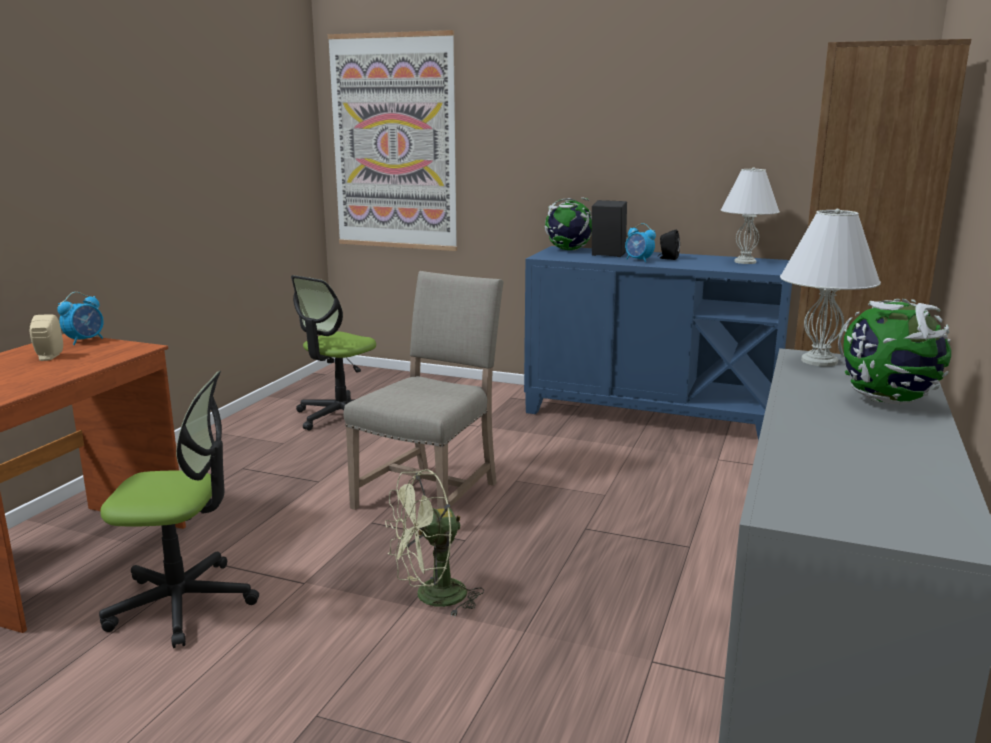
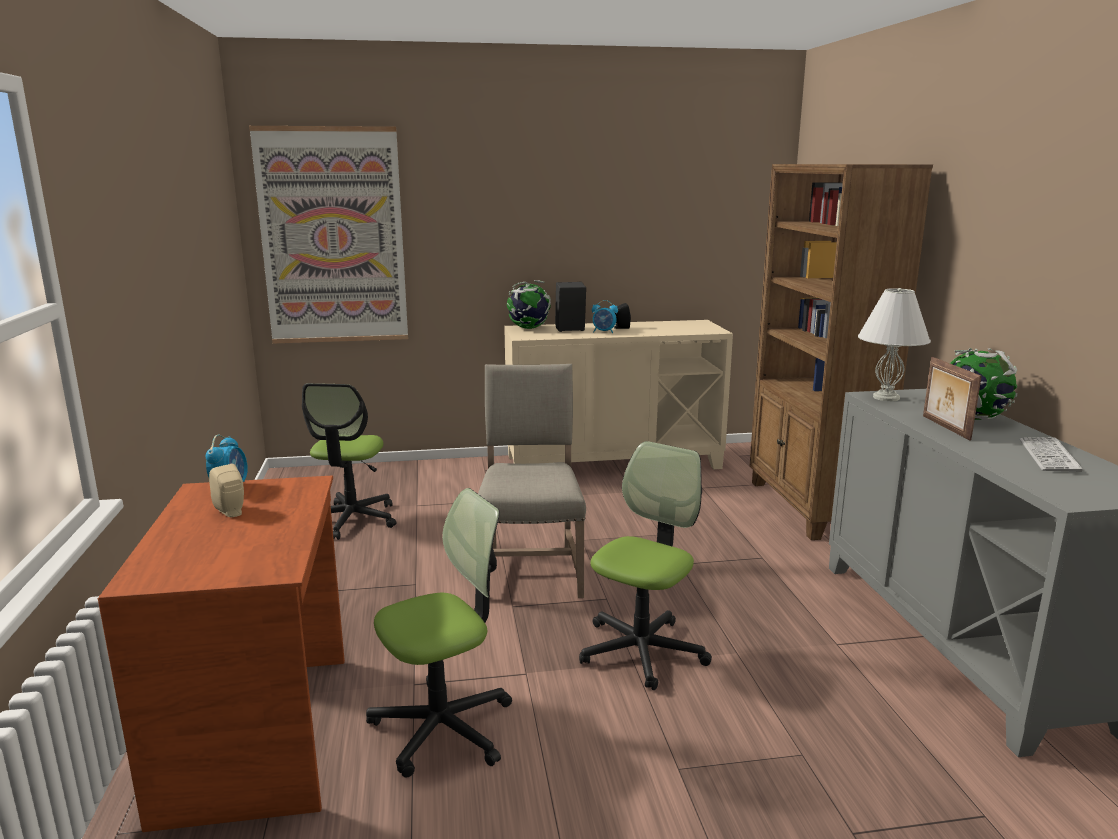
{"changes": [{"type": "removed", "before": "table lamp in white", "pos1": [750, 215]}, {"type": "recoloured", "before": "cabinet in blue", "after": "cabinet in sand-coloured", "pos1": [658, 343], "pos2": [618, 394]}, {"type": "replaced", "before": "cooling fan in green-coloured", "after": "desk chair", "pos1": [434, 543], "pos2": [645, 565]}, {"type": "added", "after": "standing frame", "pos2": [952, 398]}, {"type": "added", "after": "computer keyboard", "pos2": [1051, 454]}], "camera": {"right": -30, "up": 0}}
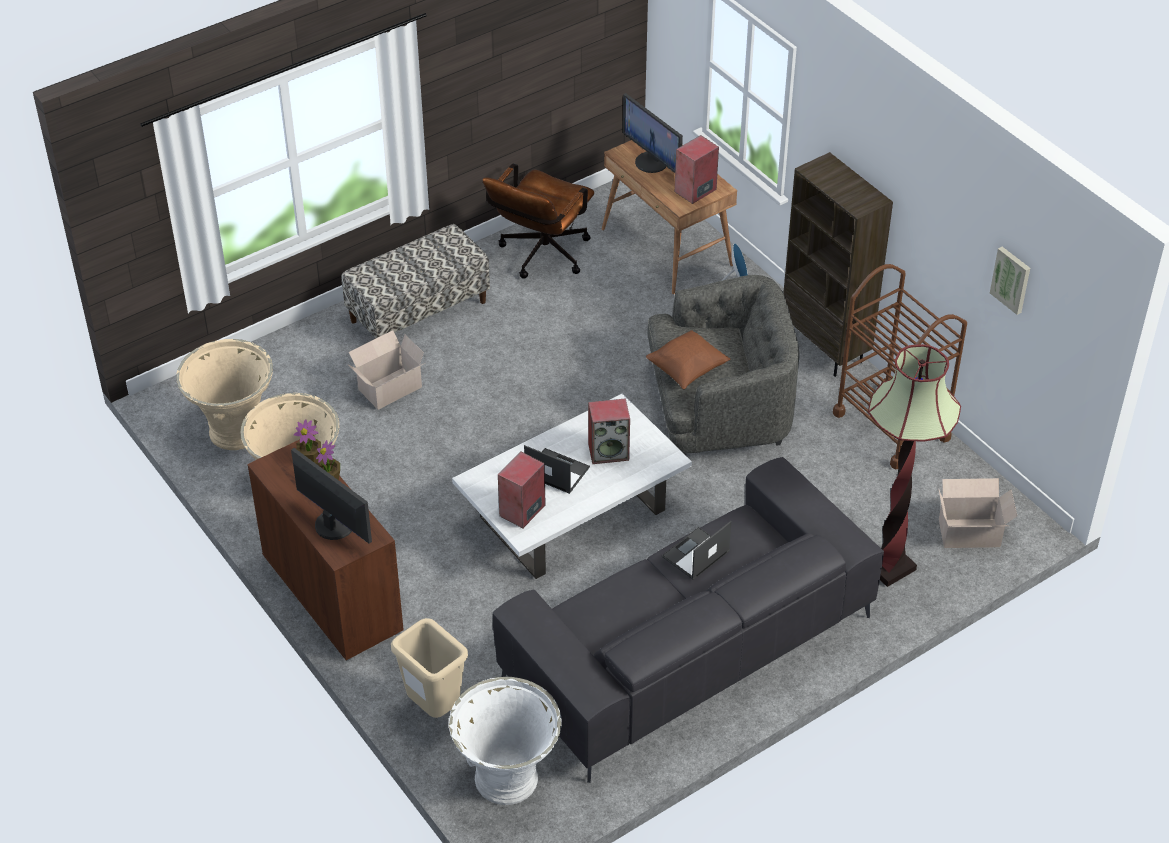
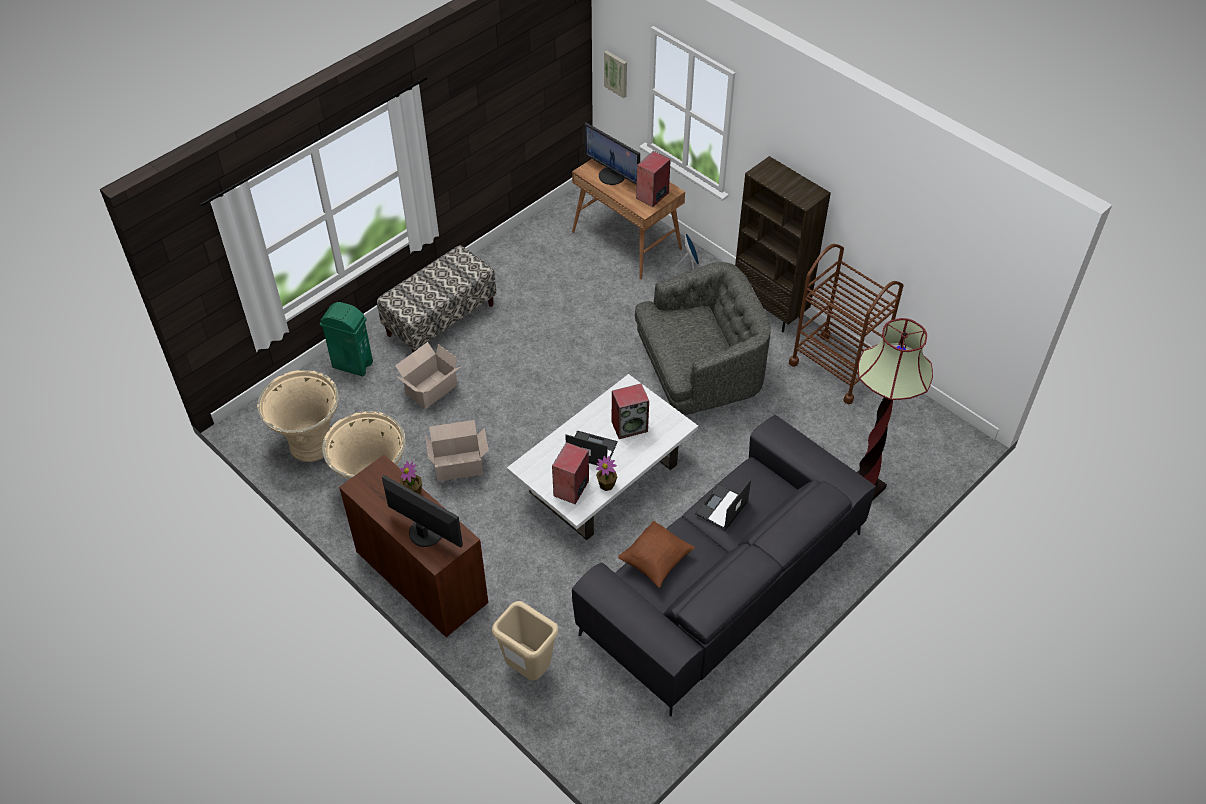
{"changes": [{"type": "removed", "before": "desk chair in brown", "pos1": [538, 221]}, {"type": "moved", "before": "wall picture", "pos1": [1010, 281], "pos2": [615, 74]}, {"type": "moved", "before": "throw pillow in brown", "pos1": [688, 359], "pos2": [656, 554]}, {"type": "moved", "before": "houseplant", "pos1": [307, 441], "pos2": [606, 473]}, {"type": "moved", "before": "packing box", "pos1": [978, 513], "pos2": [457, 450]}, {"type": "removed", "before": "plant pot in white", "pos1": [505, 741]}, {"type": "added", "after": "trash can in green-coloured", "pos2": [346, 339]}], "camera": {"right": -10, "up": 5}}
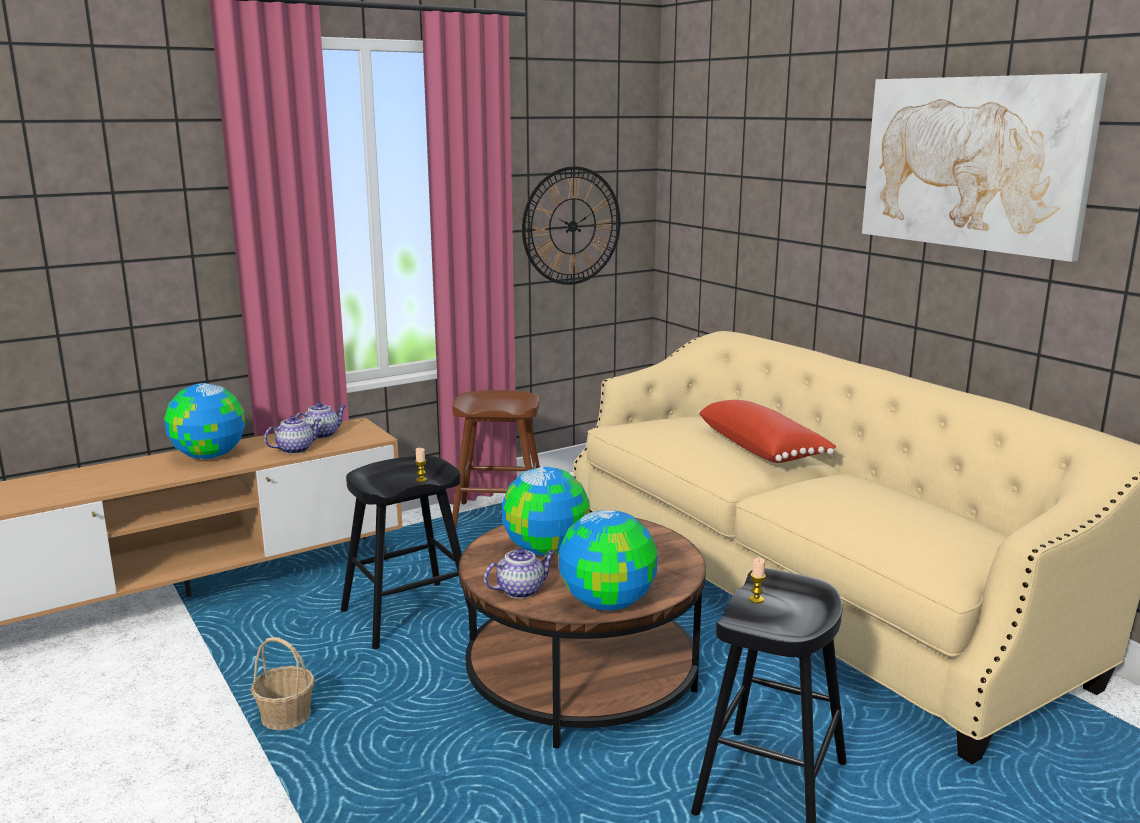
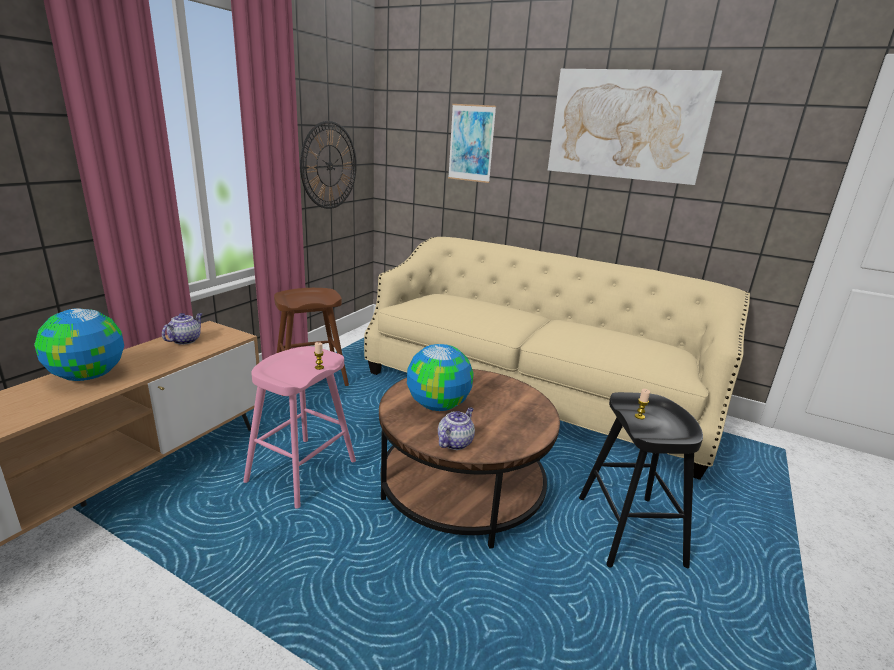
{"changes": [{"type": "removed", "before": "throw pillow in reddish", "pos1": [767, 431]}, {"type": "removed", "before": "tea pot", "pos1": [293, 434]}, {"type": "recoloured", "before": "stool in black-coloured", "after": "stool in pink", "pos1": [409, 552], "pos2": [299, 427]}, {"type": "removed", "before": "world globe", "pos1": [608, 560]}, {"type": "removed", "before": "basket", "pos1": [283, 683]}, {"type": "added", "after": "wall picture", "pos2": [472, 143]}], "camera": {"right": -30, "up": 5}}
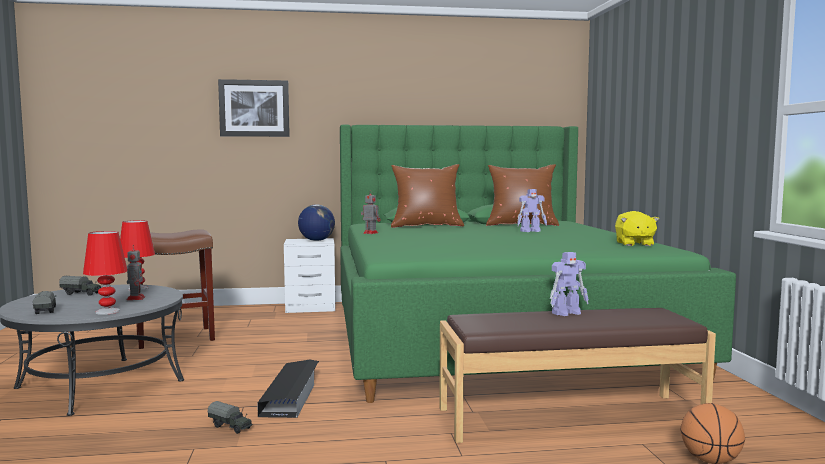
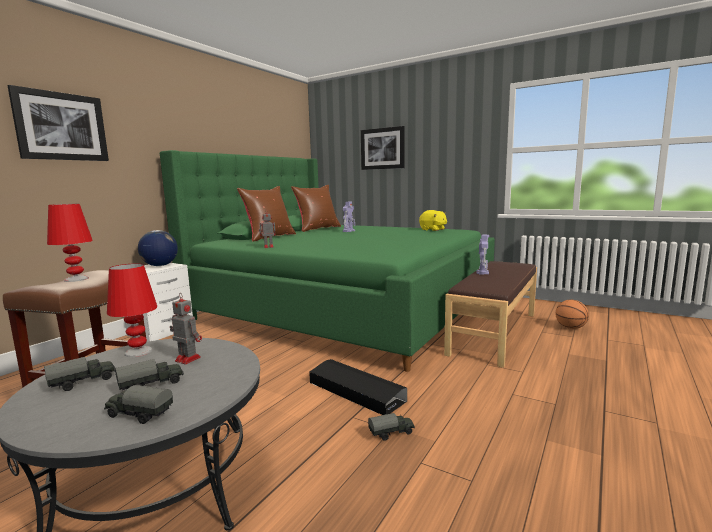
{"changes": [{"type": "moved", "before": "table lamp in reddish", "pos1": [105, 273], "pos2": [70, 243]}, {"type": "added", "after": "wall picture", "pos2": [383, 148]}, {"type": "added", "after": "toy truck", "pos2": [149, 374]}], "camera": {"right": -50, "up": 5}}
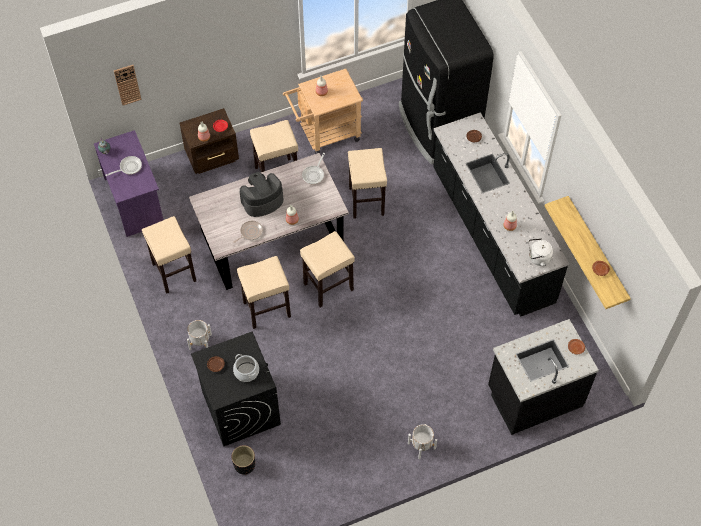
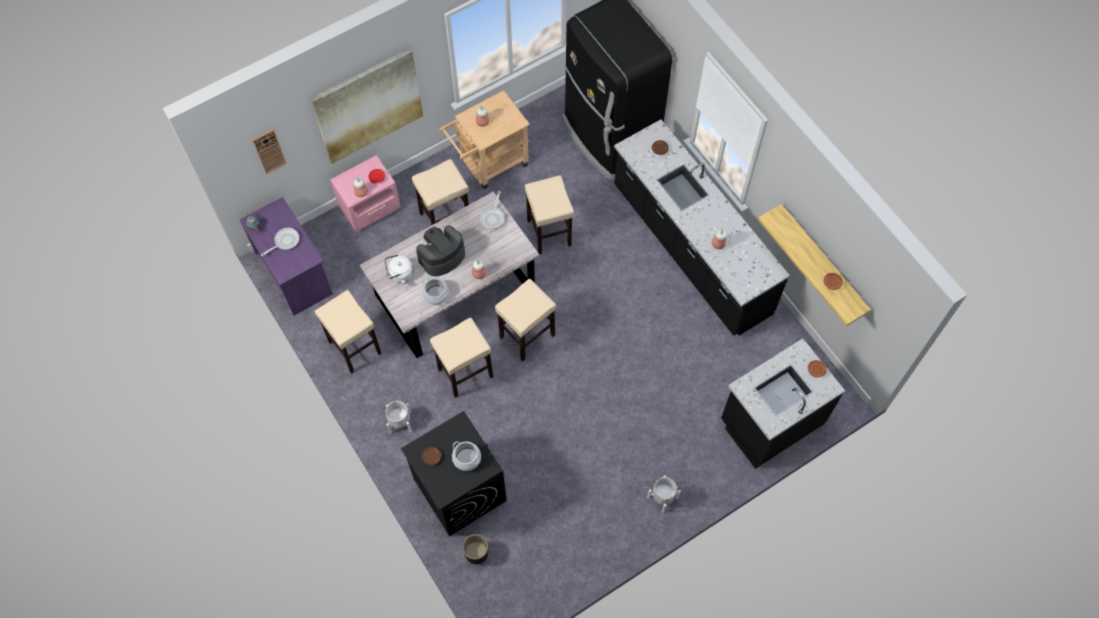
{"changes": [{"type": "recoloured", "before": "nightstand in brown", "after": "nightstand in pink", "pos1": [209, 141], "pos2": [365, 193]}, {"type": "replaced", "before": "frying pan", "after": "saucepot", "pos1": [248, 231], "pos2": [435, 291]}, {"type": "moved", "before": "water kettle in white", "pos1": [540, 252], "pos2": [399, 269]}, {"type": "added", "after": "wall picture", "pos2": [367, 106]}], "camera": {"right": -10, "up": 5}}
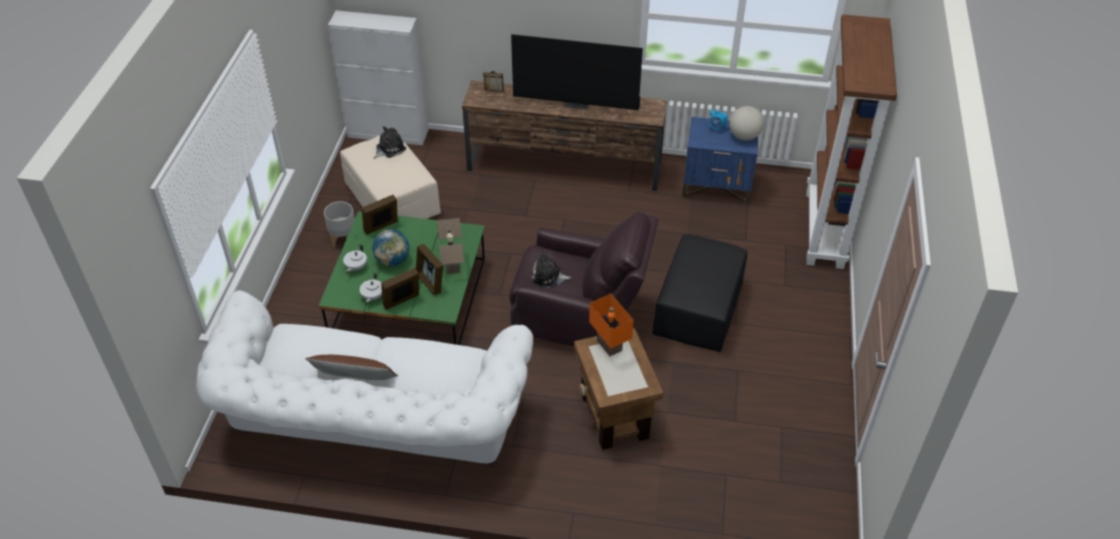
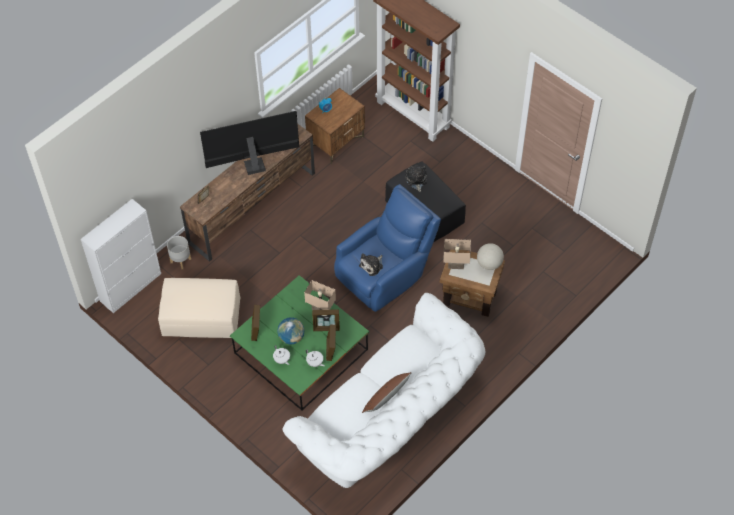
{"changes": [{"type": "turned", "before": "TV set", "pos1": [577, 72], "pos2": [249, 143], "turn": -150}, {"type": "moved", "before": "world globe", "pos1": [746, 123], "pos2": [490, 256]}, {"type": "recoloured", "before": "nightstand in blue", "after": "nightstand in brown", "pos1": [720, 161], "pos2": [335, 126]}, {"type": "moved", "before": "soft toy", "pos1": [390, 142], "pos2": [416, 178]}, {"type": "moved", "before": "plant pot in greyish", "pos1": [339, 224], "pos2": [179, 252]}, {"type": "recoloured", "before": "armchair in brown", "after": "armchair in blue", "pos1": [584, 279], "pos2": [387, 248]}, {"type": "recoloured", "before": "table lamp in orange-coloured", "after": "table lamp in sand-coloured", "pos1": [611, 324], "pos2": [457, 254]}], "camera": {"right": -55, "up": 10}}
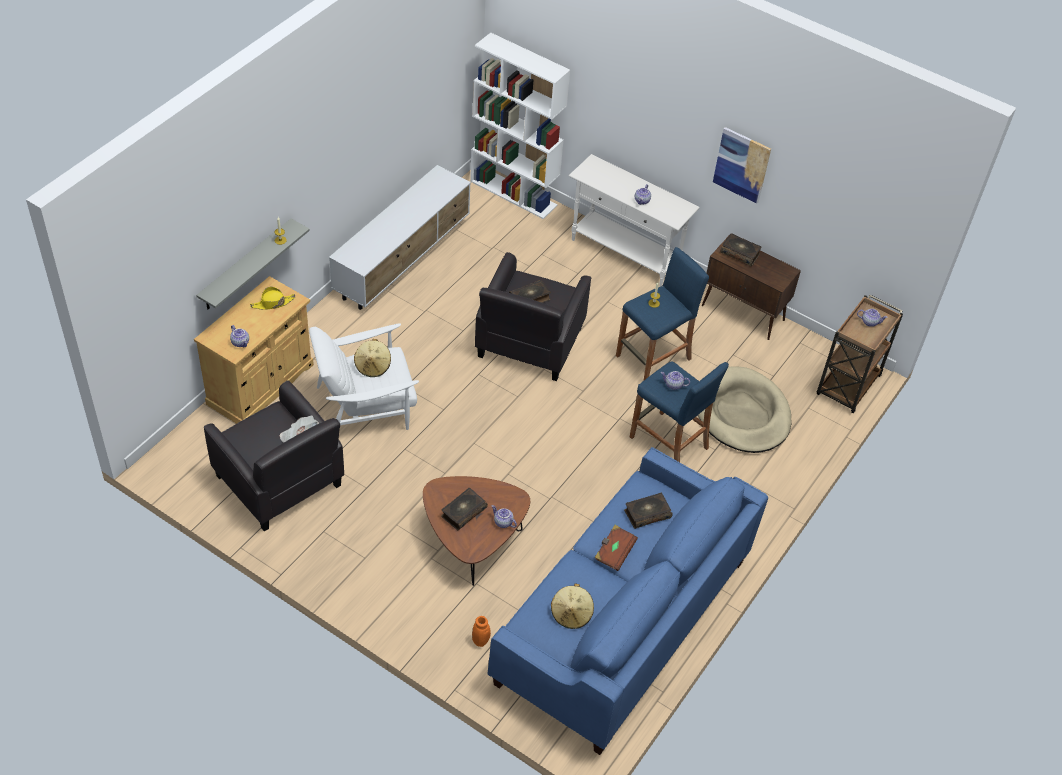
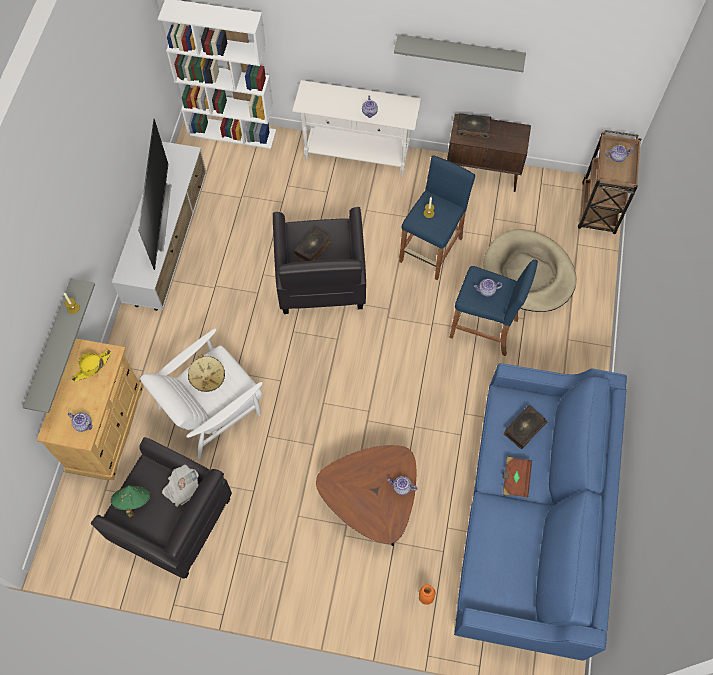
{"changes": [{"type": "replaced", "before": "wall picture", "after": "shelf in greyish", "pos1": [742, 165], "pos2": [460, 53]}, {"type": "removed", "before": "volume", "pos1": [464, 509]}, {"type": "removed", "before": "wearable hat in sand-coloured", "pos1": [572, 606]}, {"type": "added", "after": "TV set", "pos2": [155, 194]}, {"type": "added", "after": "wearable hat in green-coloured", "pos2": [131, 501]}], "camera": {"right": -20, "up": 15}}
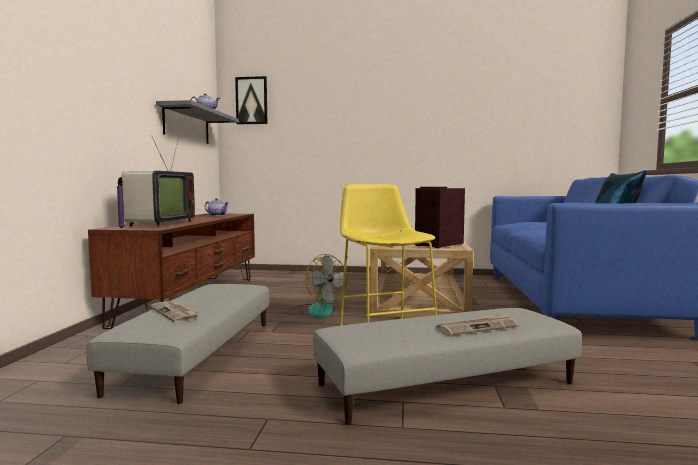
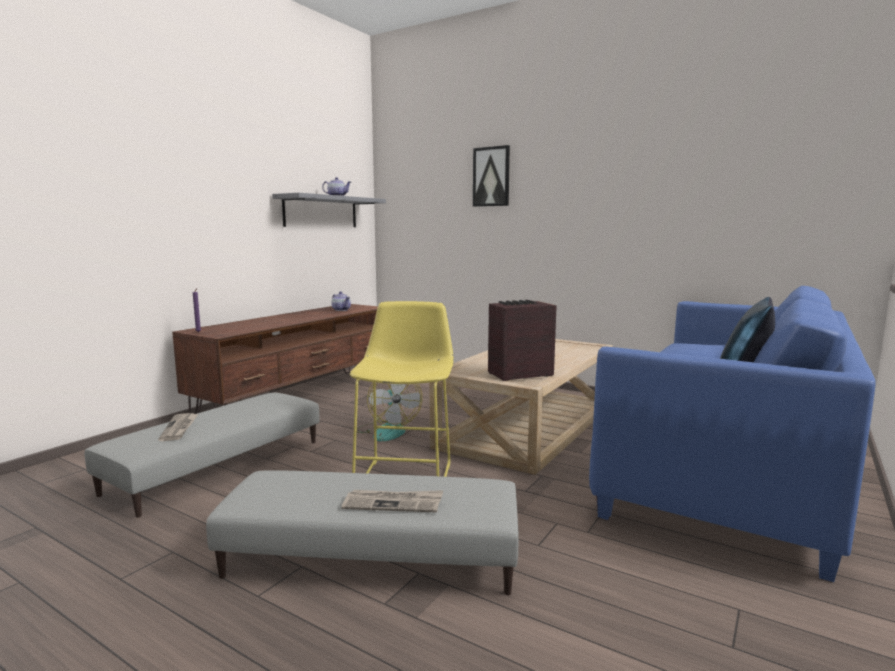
{"changes": [{"type": "moved", "before": "wall picture", "pos1": [251, 100], "pos2": [491, 176]}, {"type": "removed", "before": "TV set", "pos1": [156, 182]}], "camera": {"right": 25, "up": 5}}
